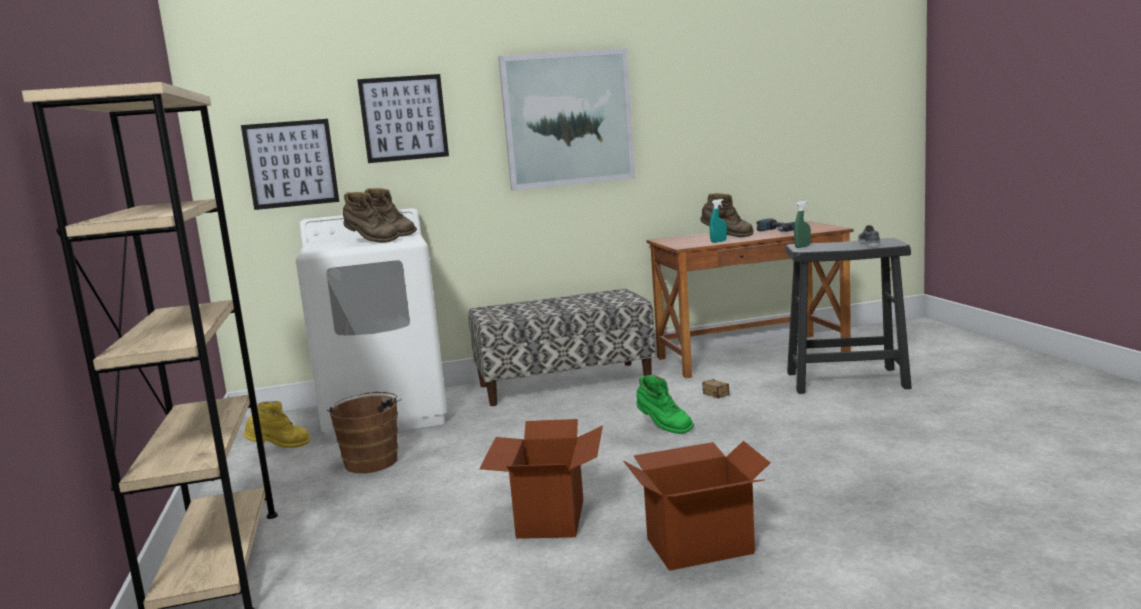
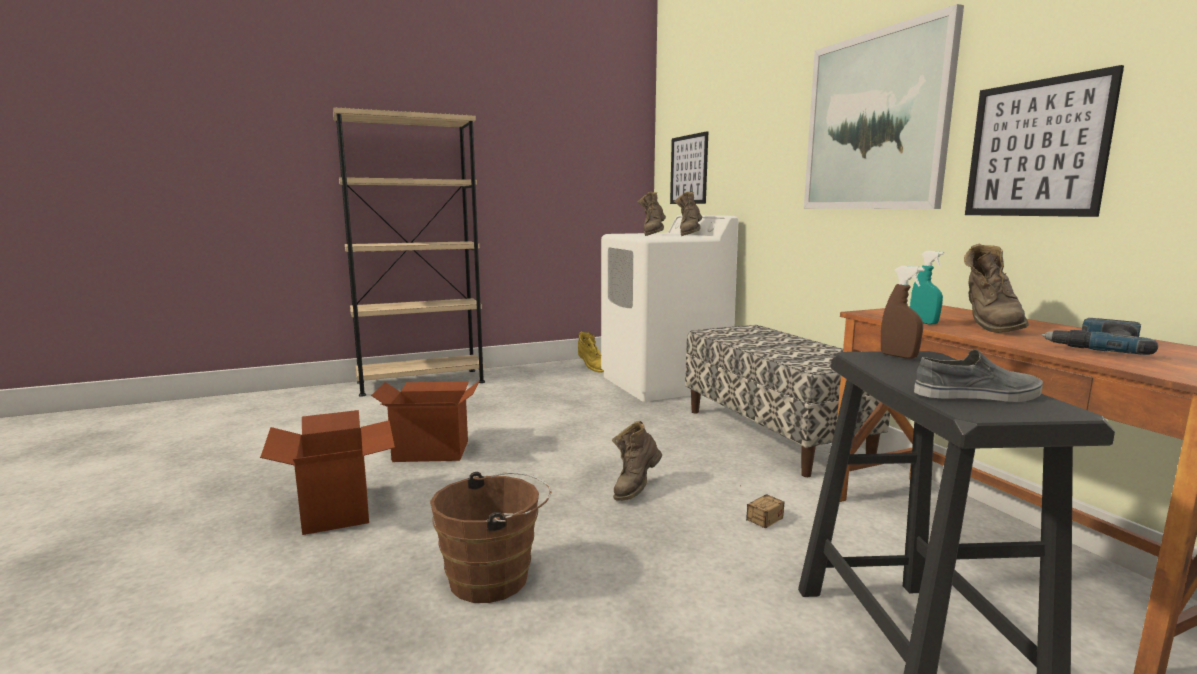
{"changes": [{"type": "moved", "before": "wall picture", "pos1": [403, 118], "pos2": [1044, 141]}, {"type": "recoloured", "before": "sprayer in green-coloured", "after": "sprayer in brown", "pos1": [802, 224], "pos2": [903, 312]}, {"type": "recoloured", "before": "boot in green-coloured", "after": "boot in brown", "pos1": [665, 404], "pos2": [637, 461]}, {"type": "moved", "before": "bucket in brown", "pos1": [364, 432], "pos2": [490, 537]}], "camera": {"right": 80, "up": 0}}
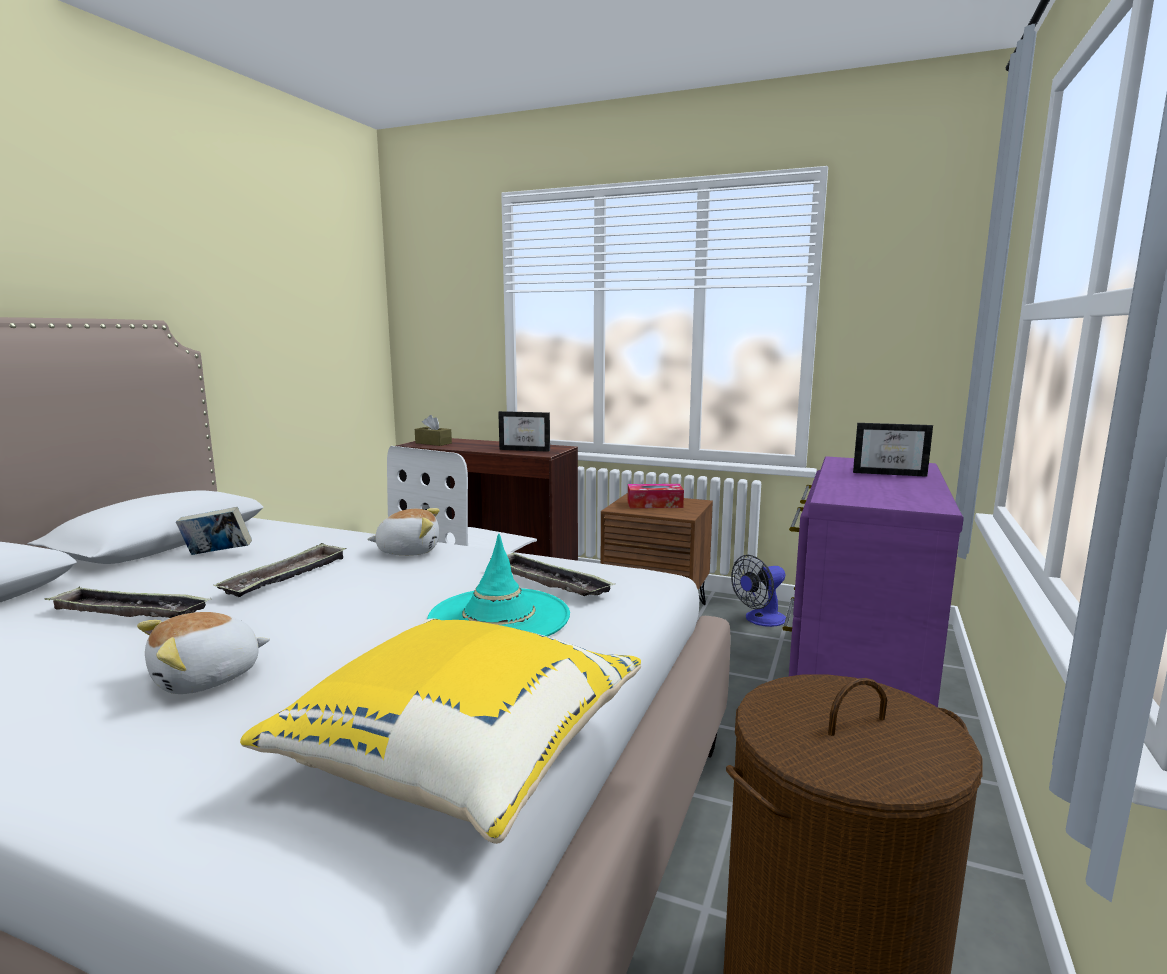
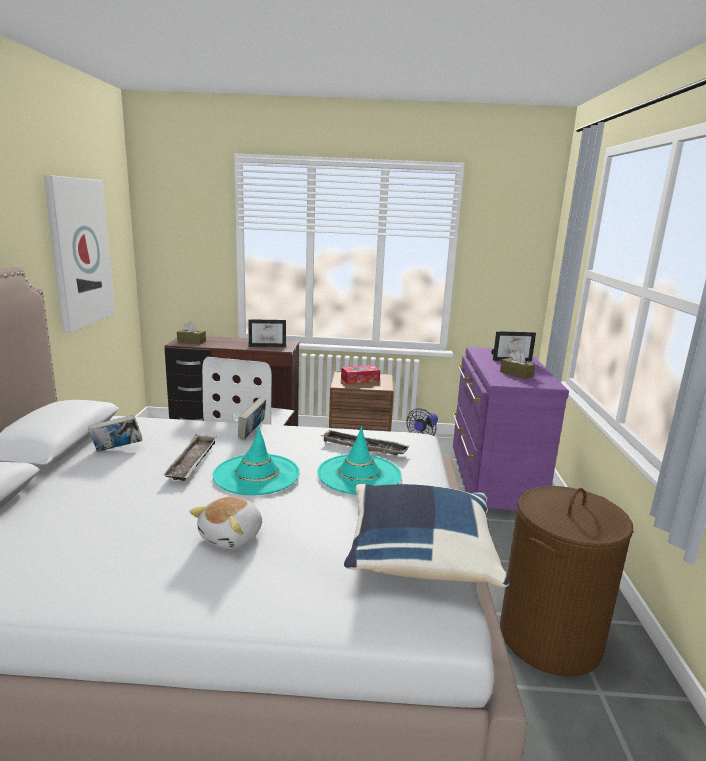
{"changes": [{"type": "replaced", "before": "soft toy", "after": "volume", "pos1": [403, 532], "pos2": [252, 418]}, {"type": "removed", "before": "serving tray", "pos1": [127, 602]}, {"type": "recoloured", "before": "throw pillow in yellow", "after": "throw pillow in blue", "pos1": [440, 731], "pos2": [426, 536]}, {"type": "added", "after": "wall picture", "pos2": [79, 254]}, {"type": "added", "after": "box of tissues in brown", "pos2": [517, 364]}, {"type": "added", "after": "wearable hat in blue-green", "pos2": [256, 461]}], "camera": {"right": -20, "up": 5}}
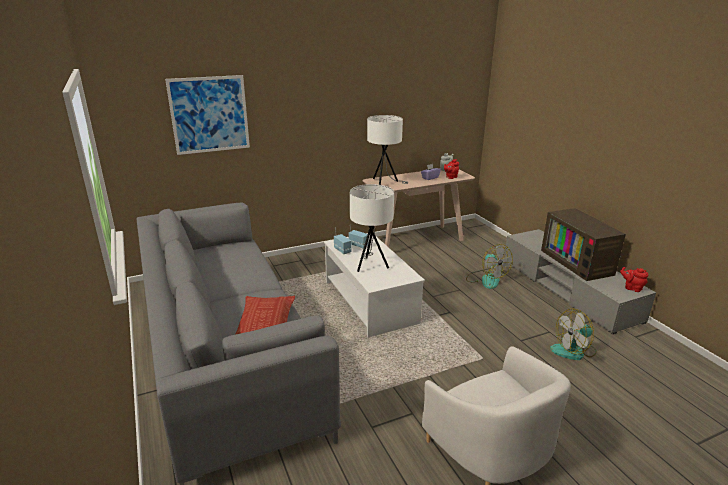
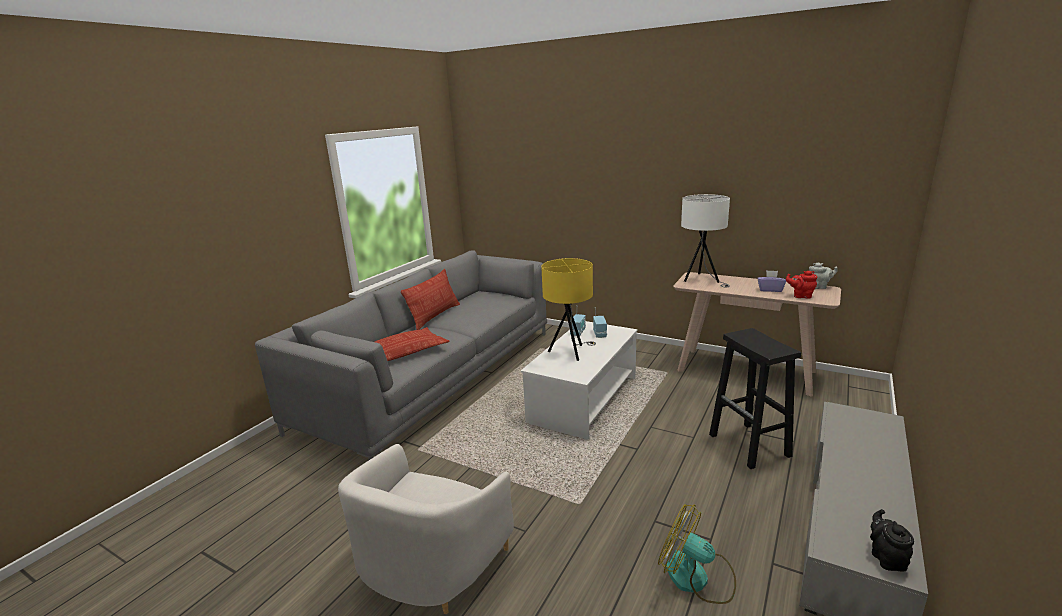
{"changes": [{"type": "removed", "before": "wall picture", "pos1": [207, 115]}, {"type": "recoloured", "before": "table lamp in white", "after": "table lamp in yellow", "pos1": [372, 228], "pos2": [568, 309]}, {"type": "removed", "before": "TV set", "pos1": [583, 244]}, {"type": "replaced", "before": "cooling fan", "after": "stool in black-coloured", "pos1": [489, 266], "pos2": [755, 398]}, {"type": "recoloured", "before": "tea pot in reddish", "after": "tea pot in black-coloured", "pos1": [634, 279], "pos2": [892, 540]}, {"type": "added", "after": "throw pillow", "pos2": [430, 299]}], "camera": {"right": 55, "up": -5}}
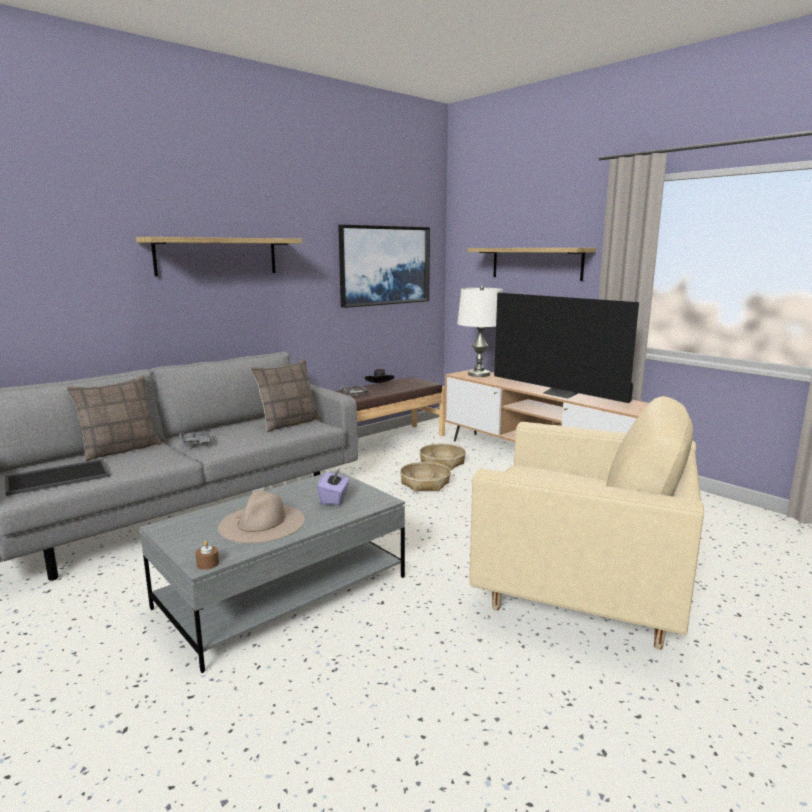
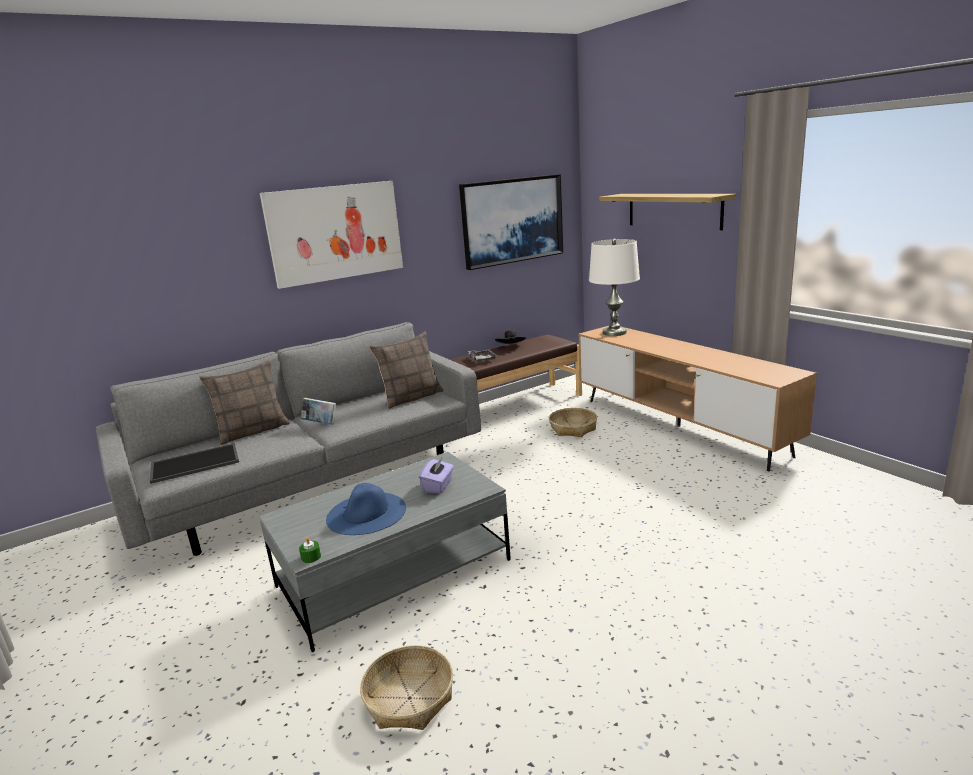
{"changes": [{"type": "replaced", "before": "shelf", "after": "wall picture", "pos1": [219, 256], "pos2": [331, 235]}, {"type": "removed", "before": "TV set", "pos1": [566, 347]}, {"type": "removed", "before": "armchair in sand-coloured", "pos1": [586, 522]}, {"type": "replaced", "before": "serving tray in greyish", "after": "volume", "pos1": [195, 437], "pos2": [318, 411]}, {"type": "moved", "before": "basket", "pos1": [425, 477], "pos2": [406, 687]}, {"type": "recoloured", "before": "wearable hat in sand-coloured", "after": "wearable hat in blue", "pos1": [261, 517], "pos2": [366, 509]}, {"type": "recoloured", "before": "wax light in brown", "after": "wax light in green-coloured", "pos1": [207, 555], "pos2": [310, 550]}], "camera": {"right": 10, "up": 5}}
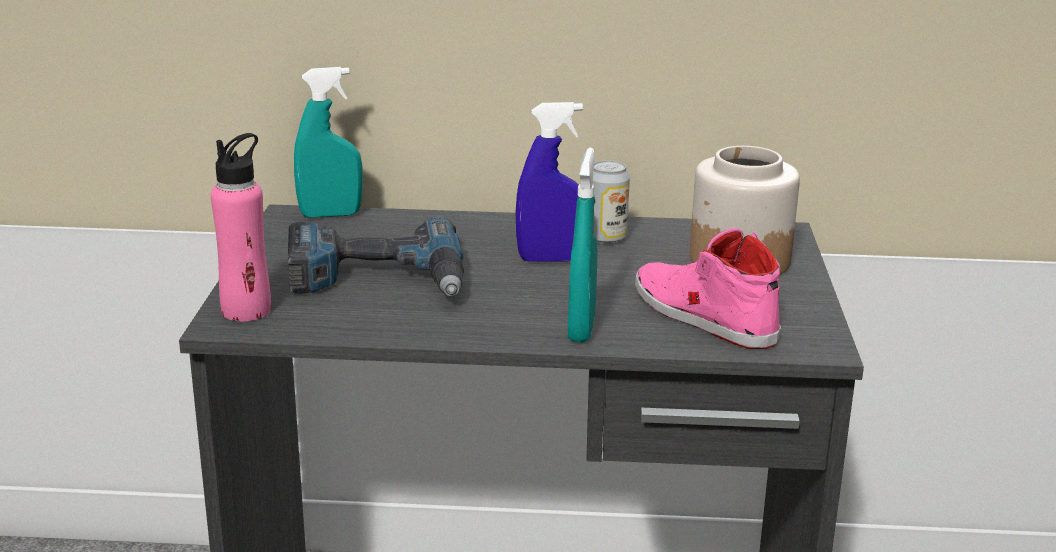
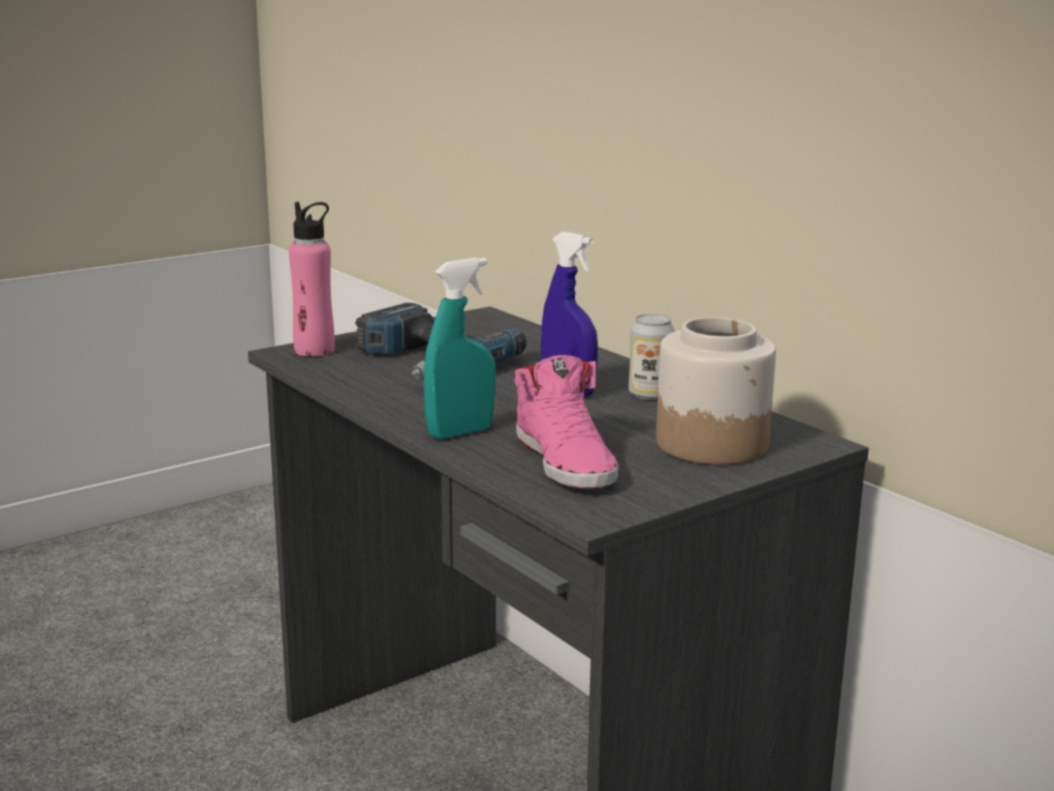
{"changes": [{"type": "removed", "before": "sprayer in blue-green", "pos1": [328, 142]}, {"type": "turned", "before": "low shoe in pink", "pos1": [708, 288], "pos2": [567, 422], "turn": 150}], "camera": {"right": 50, "up": -5}}
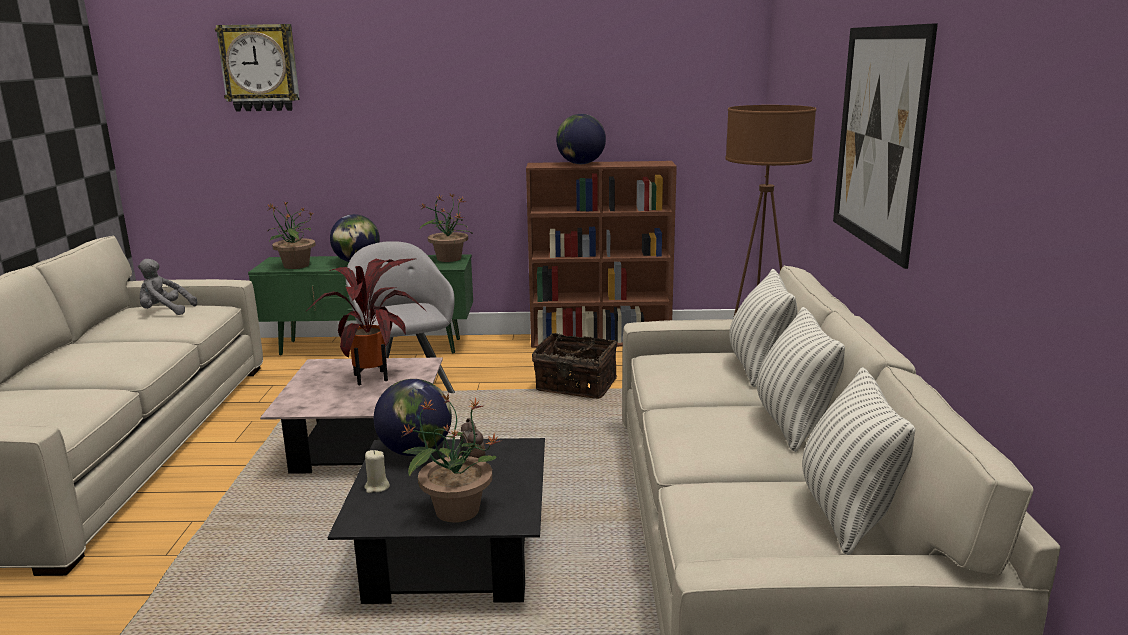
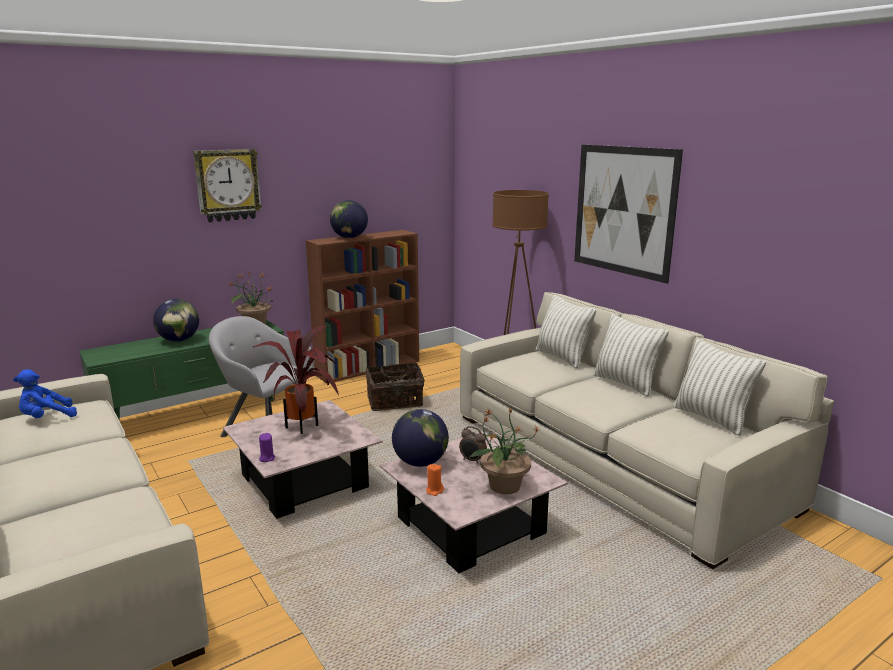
{"changes": [{"type": "moved", "before": "hanging clock", "pos1": [257, 68], "pos2": [227, 185]}, {"type": "removed", "before": "houseplant", "pos1": [291, 235]}, {"type": "recoloured", "before": "soft toy in greyish", "after": "soft toy in blue", "pos1": [167, 287], "pos2": [45, 393]}, {"type": "recoloured", "before": "lounge table in black-coloured", "after": "lounge table in pink", "pos1": [436, 521], "pos2": [474, 502]}, {"type": "recoloured", "before": "wax light in sand-coloured", "after": "wax light in orange-coloured", "pos1": [377, 471], "pos2": [435, 480]}, {"type": "added", "after": "wax light in purplish", "pos2": [267, 447]}], "camera": {"right": -35, "up": 0}}
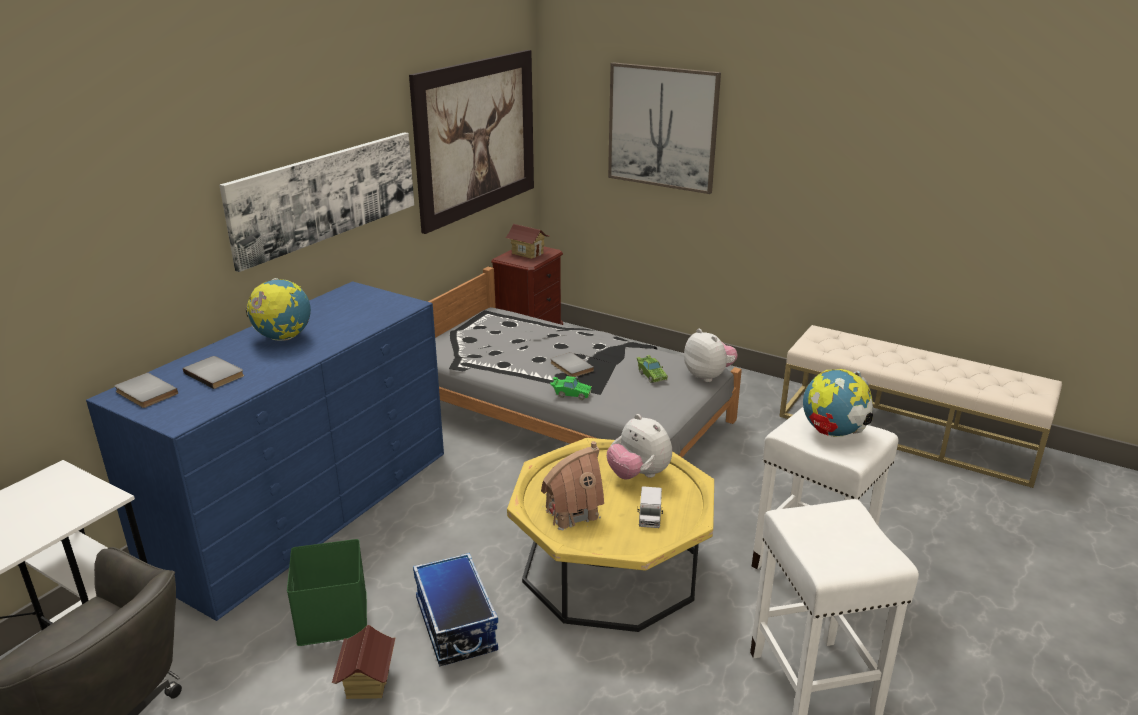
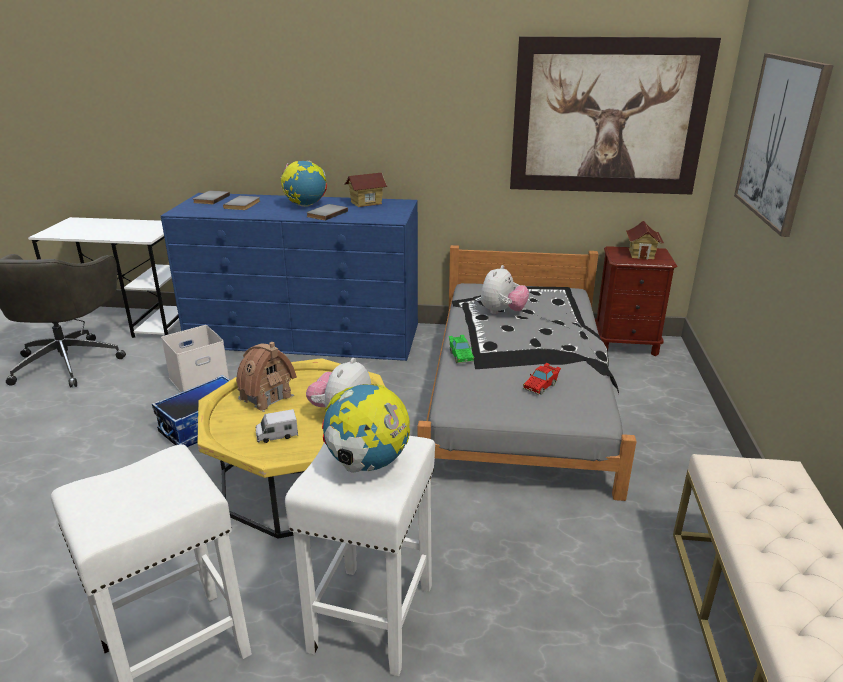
{"changes": [{"type": "removed", "before": "wall picture", "pos1": [316, 202]}, {"type": "moved", "before": "soft toy", "pos1": [711, 355], "pos2": [505, 289]}, {"type": "moved", "before": "volume in greyish", "pos1": [572, 364], "pos2": [327, 212]}, {"type": "recoloured", "before": "toy car in green-coloured", "after": "toy car in reddish", "pos1": [652, 369], "pos2": [542, 379]}, {"type": "recoloured", "before": "storage container in green-coloured", "after": "storage container in white", "pos1": [327, 592], "pos2": [195, 358]}, {"type": "moved", "before": "toy house", "pos1": [364, 662], "pos2": [366, 190]}], "camera": {"right": 65, "up": 0}}
